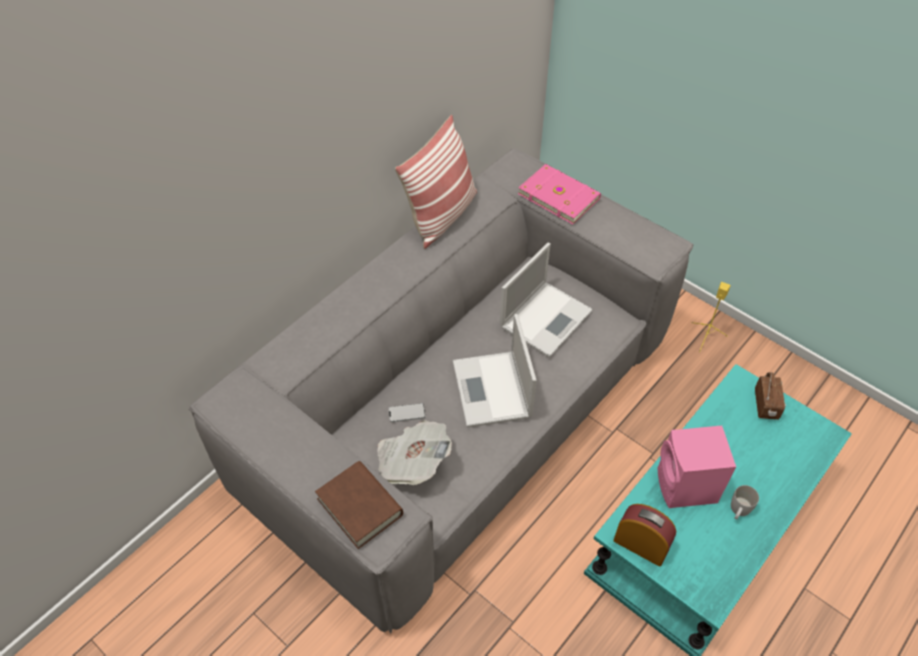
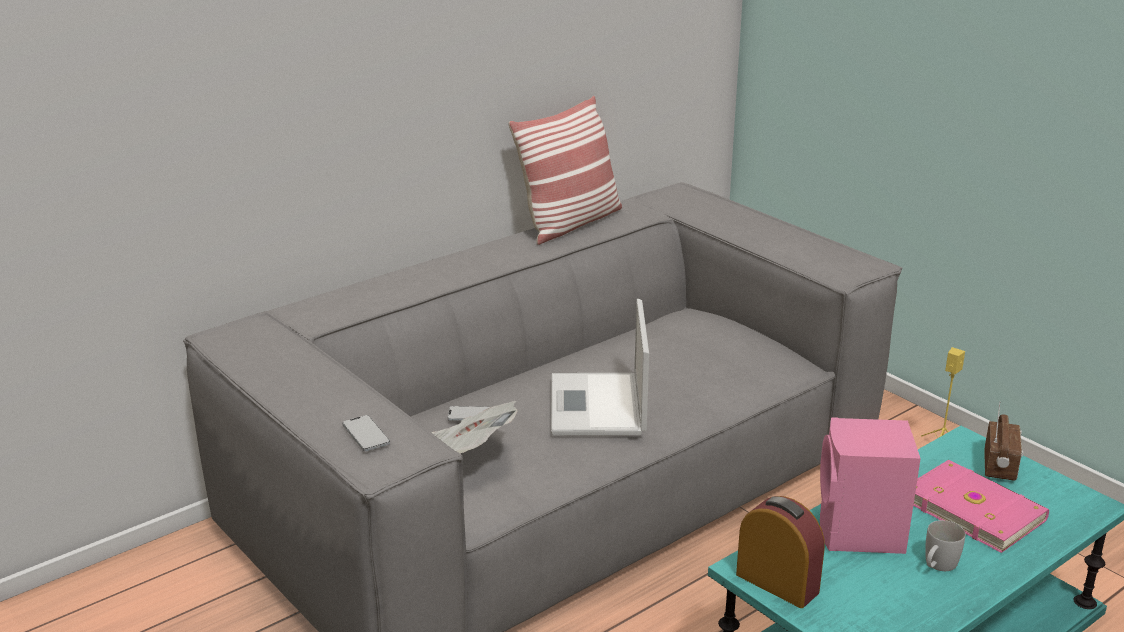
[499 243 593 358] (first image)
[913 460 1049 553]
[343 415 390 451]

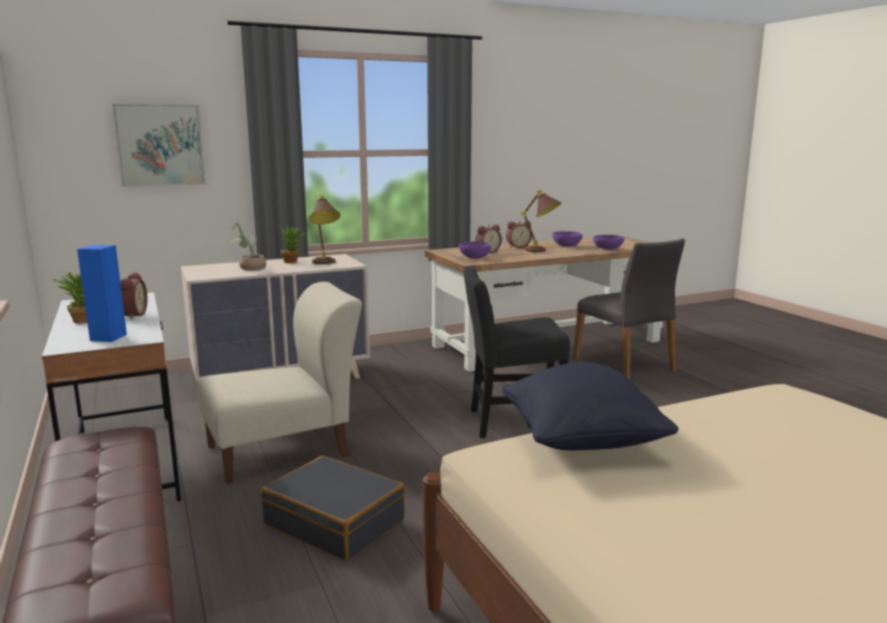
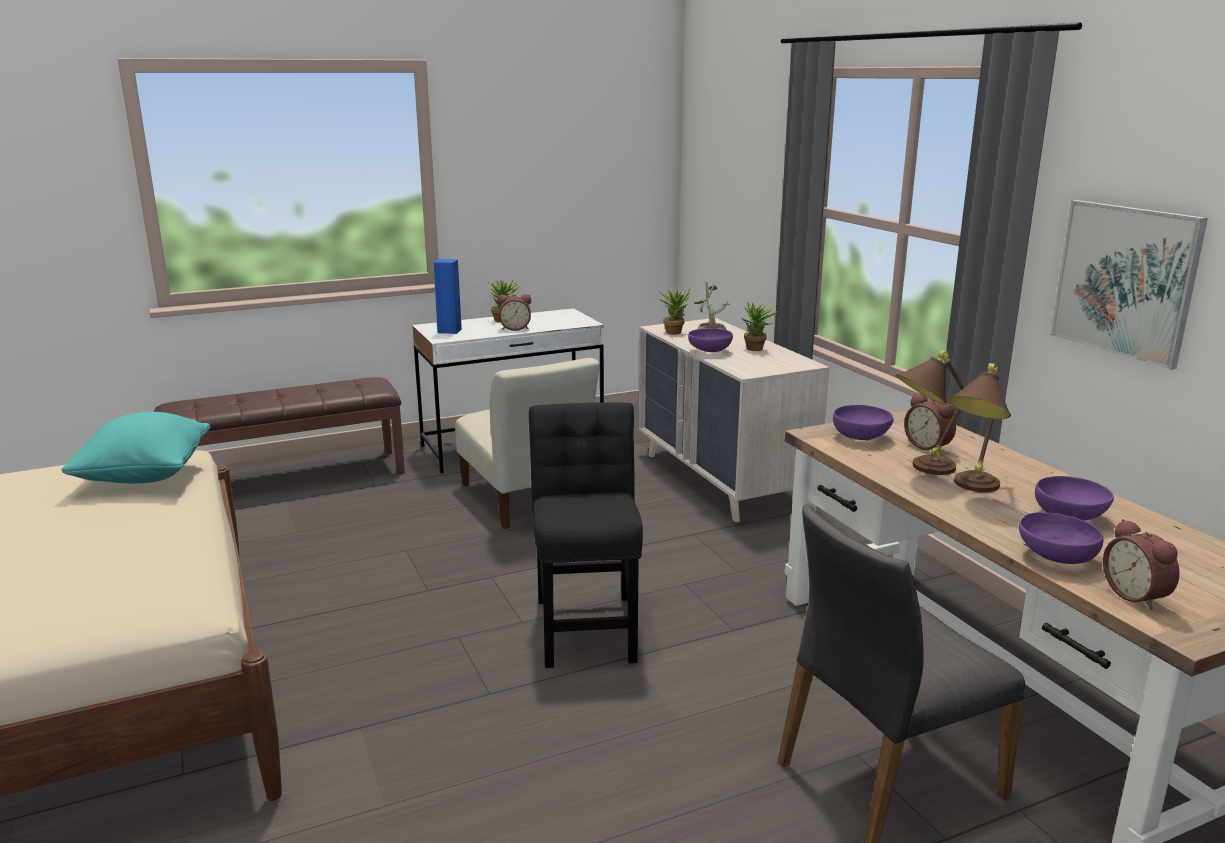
[261 456 406 561] (first image)
[658 289 690 335]
[688 328 733 352]
[1050 200 1208 370]
[896 350 965 475]
[1103 519 1180 610]
[61 412 210 483]

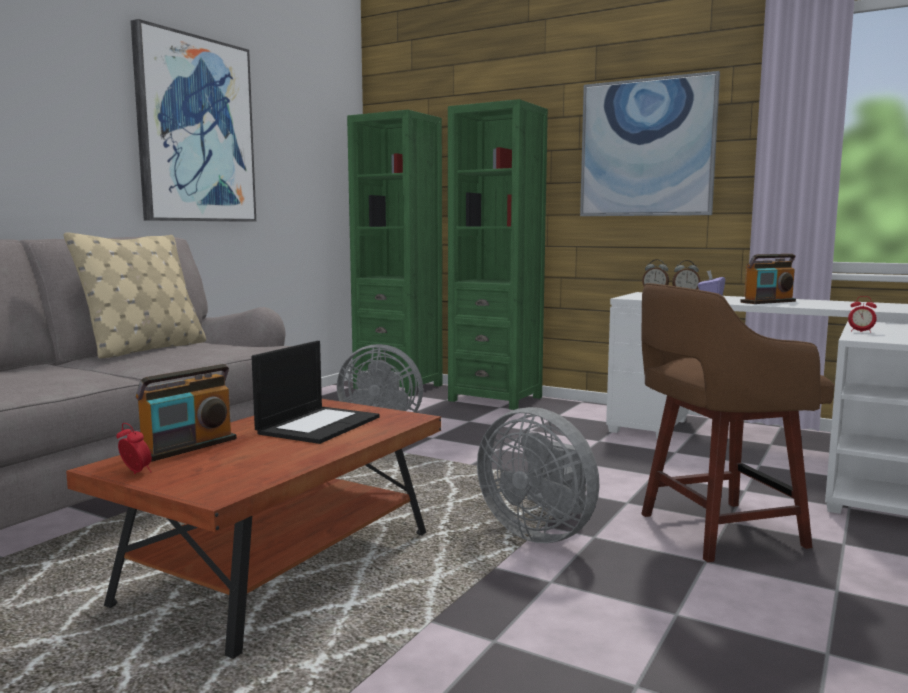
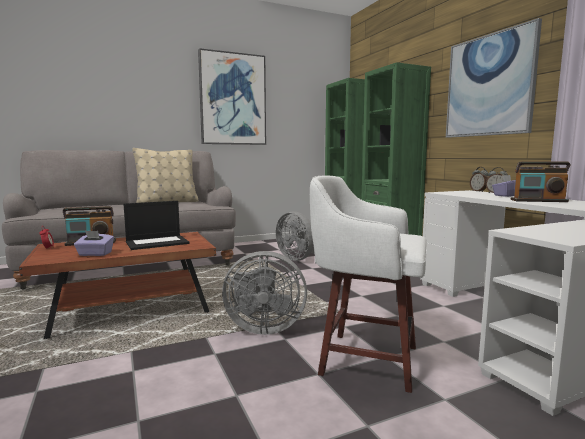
[848 296 877 333] (first image)
[74 231 114 256]
[310 175 427 393]
[222 251 307 335]

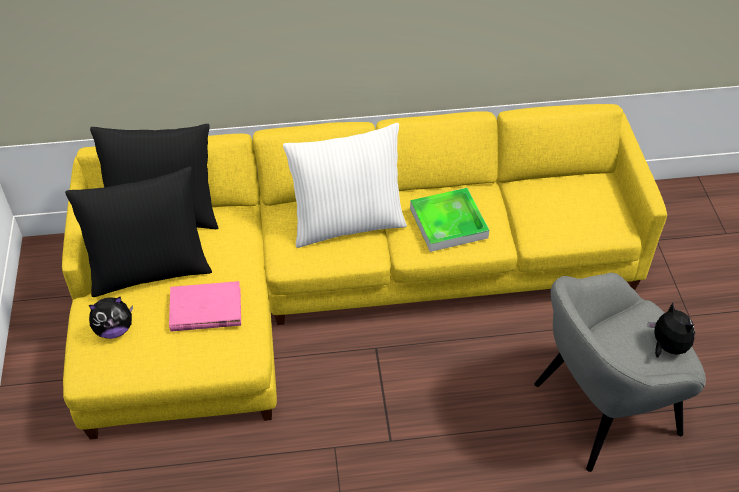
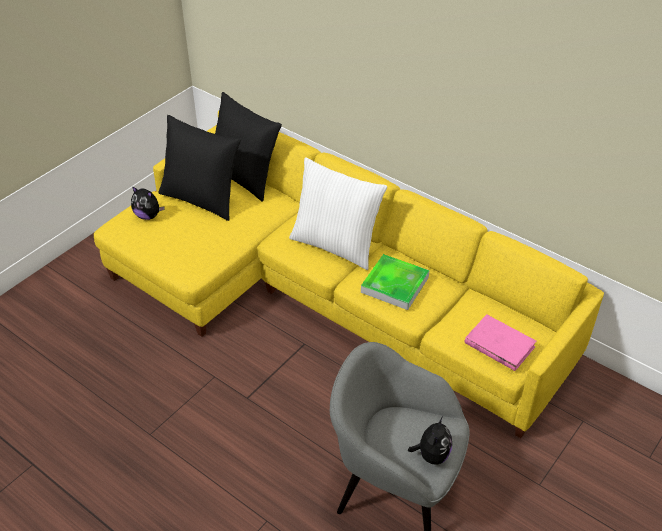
[465 315 537 371]

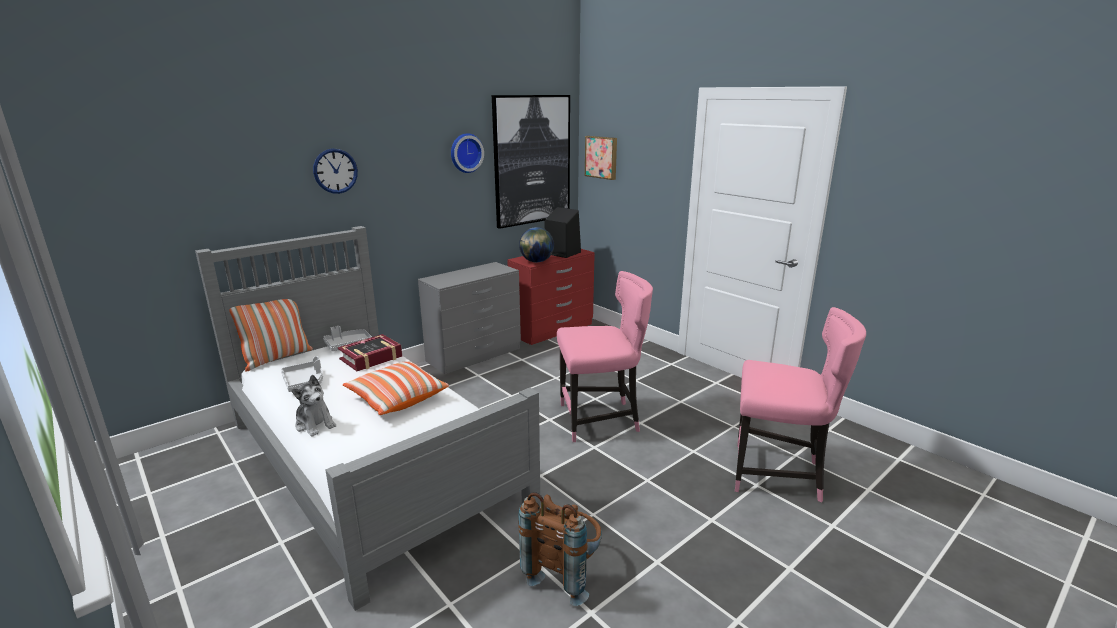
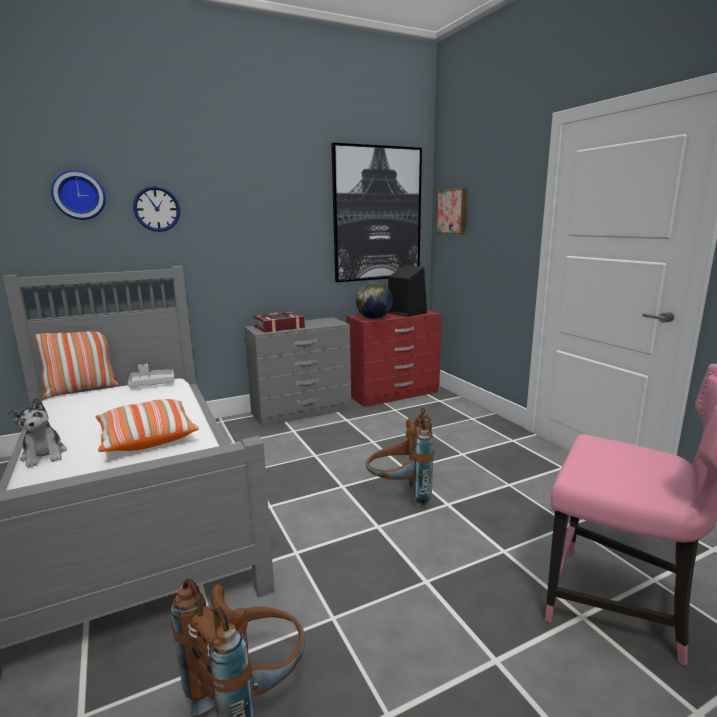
[281 356 323 392] (first image)
[253 312 305 333]
[51 170 106 220]
[366 408 434 508]

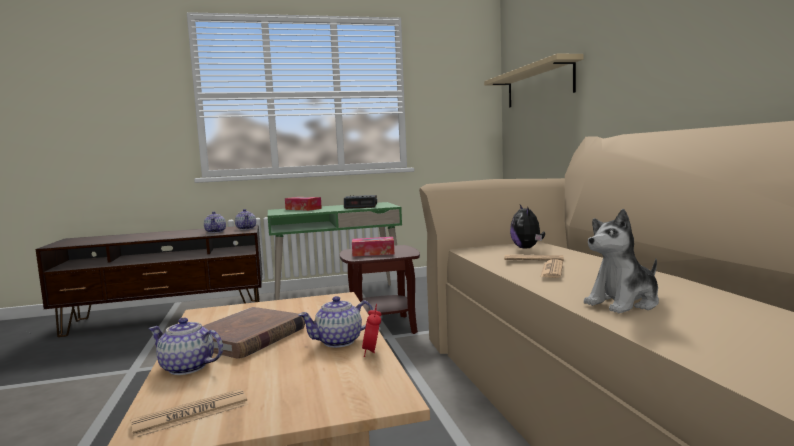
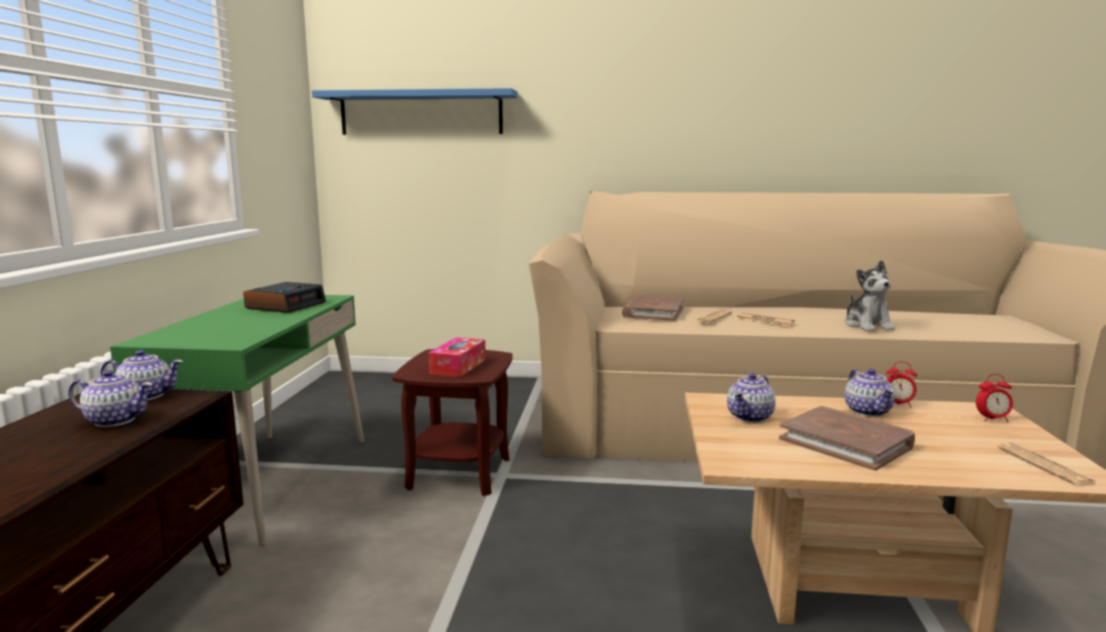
[285 197 322 211] (first image)
[976 374 1013 422]
[727 373 776 423]
[622 296 684 321]
[312 88 518 135]

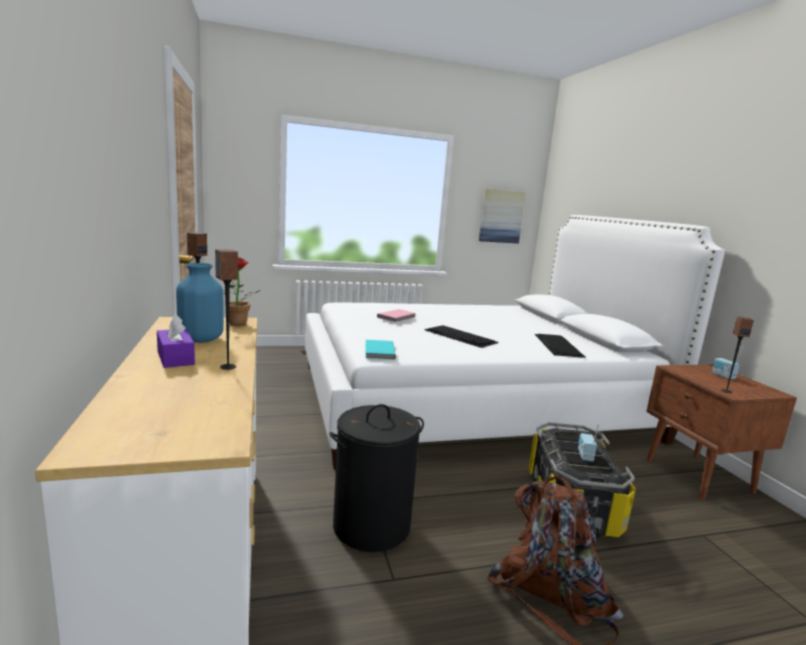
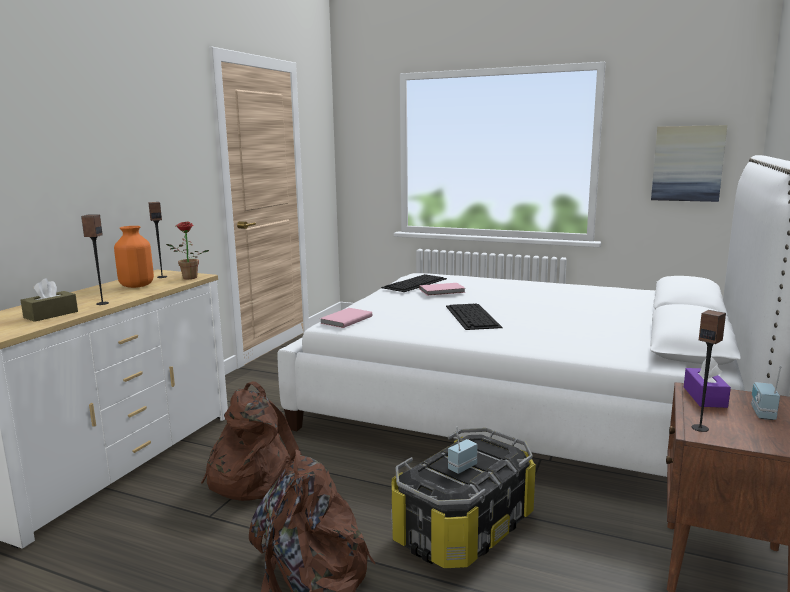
[20 278 78 322]
[684 357 731 408]
[381 274 447 292]
[201 381 302 501]
[114 226 154 288]
[320 308 373 328]

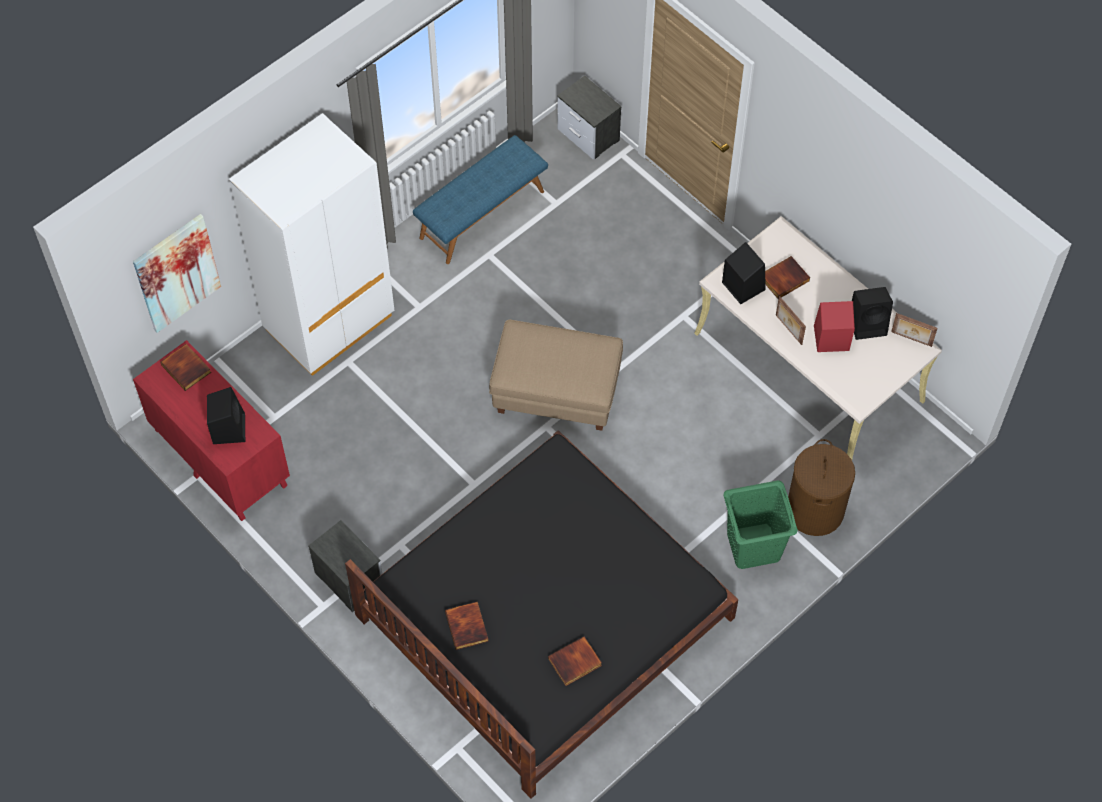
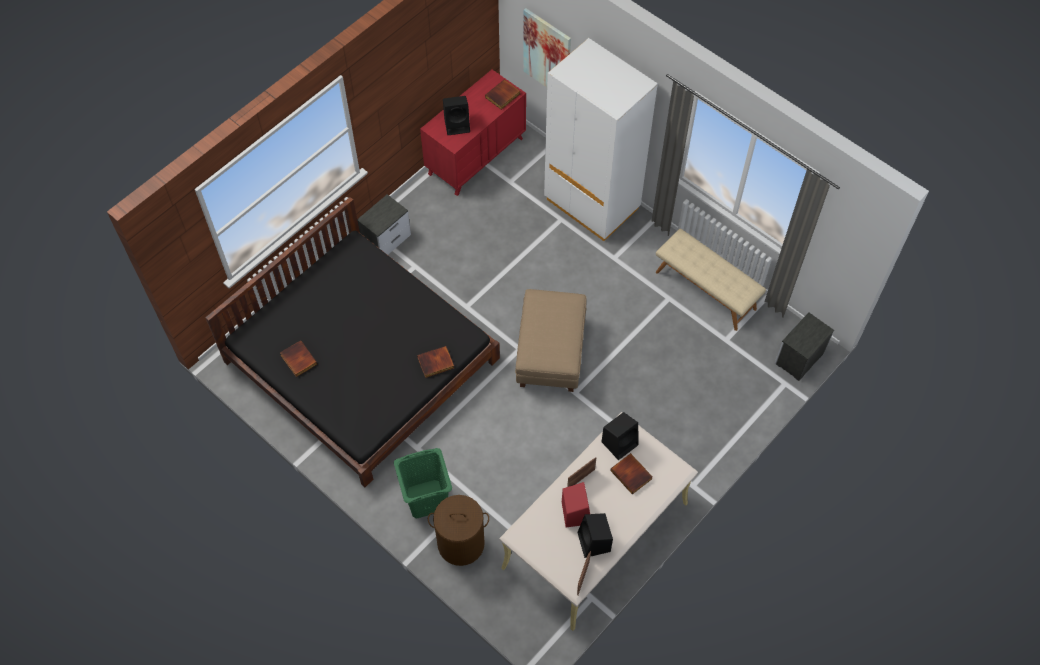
[417 346 454 378]
[656 229 766 331]

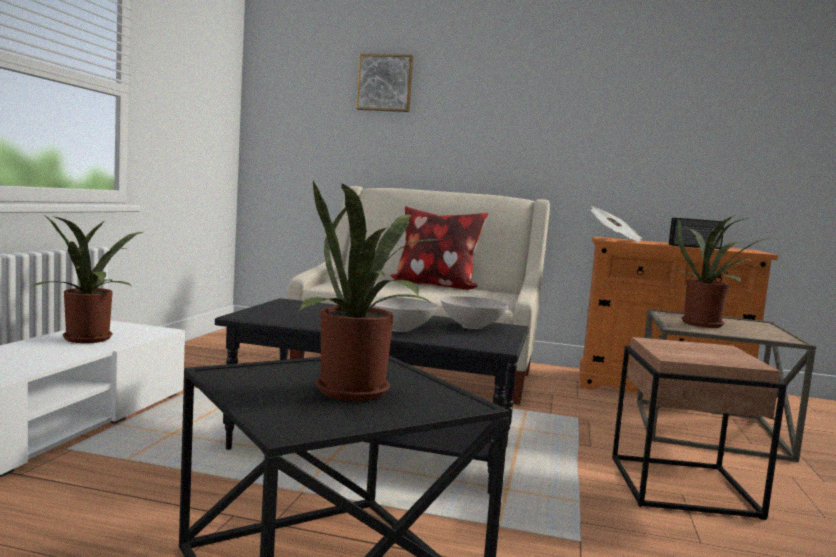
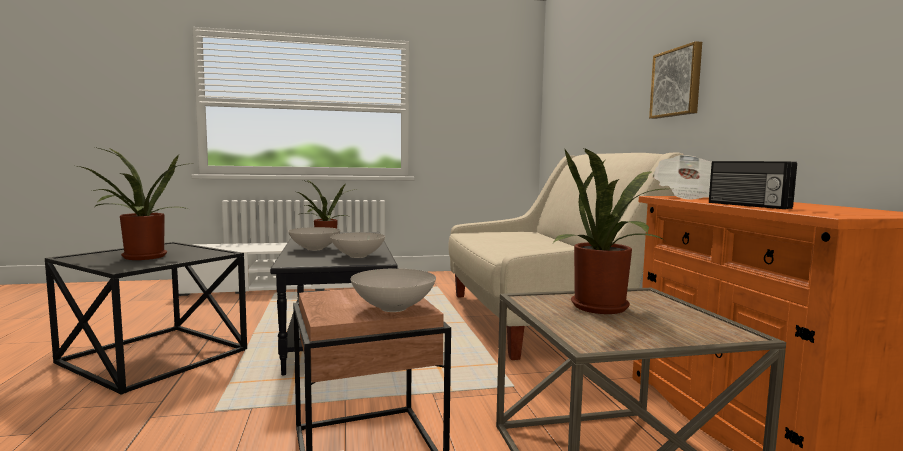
[390 206 488 290] (first image)
[351 268 436 312]
[649 41 702 119]

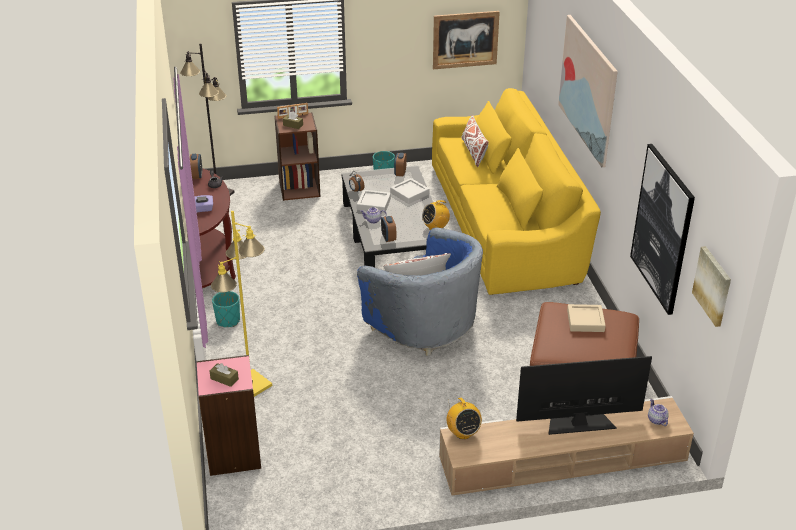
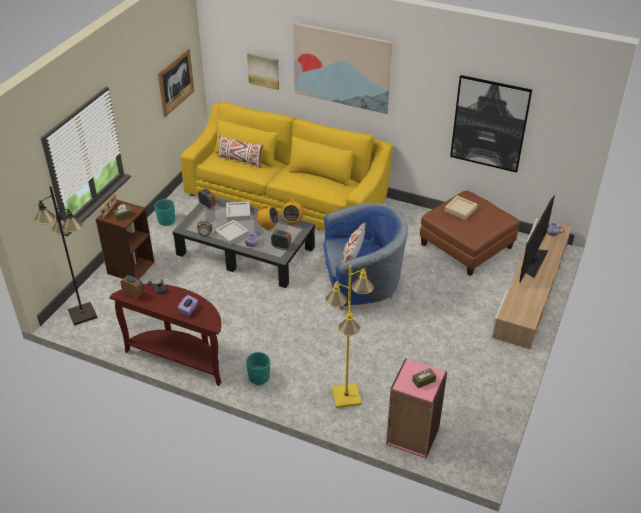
[255 205 279 230]
[247 53 279 90]

